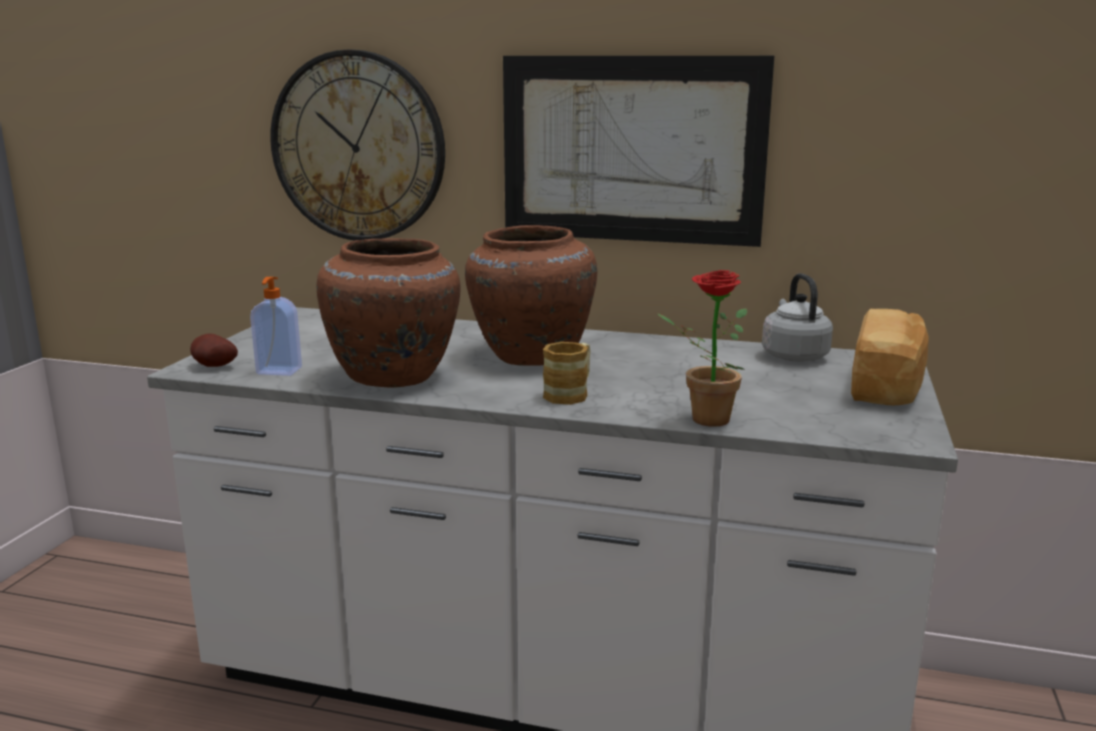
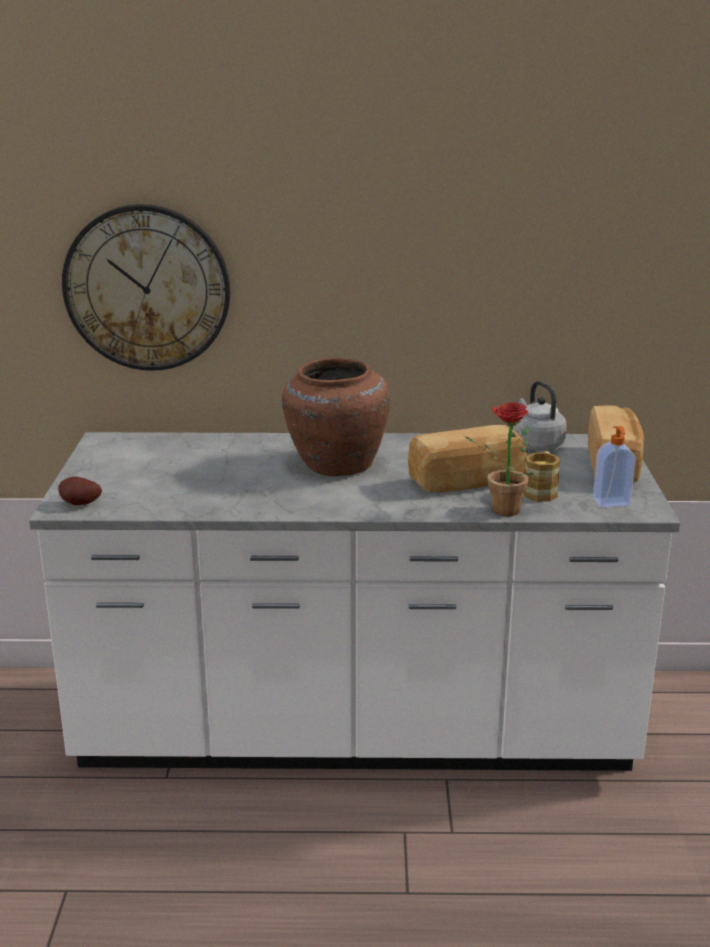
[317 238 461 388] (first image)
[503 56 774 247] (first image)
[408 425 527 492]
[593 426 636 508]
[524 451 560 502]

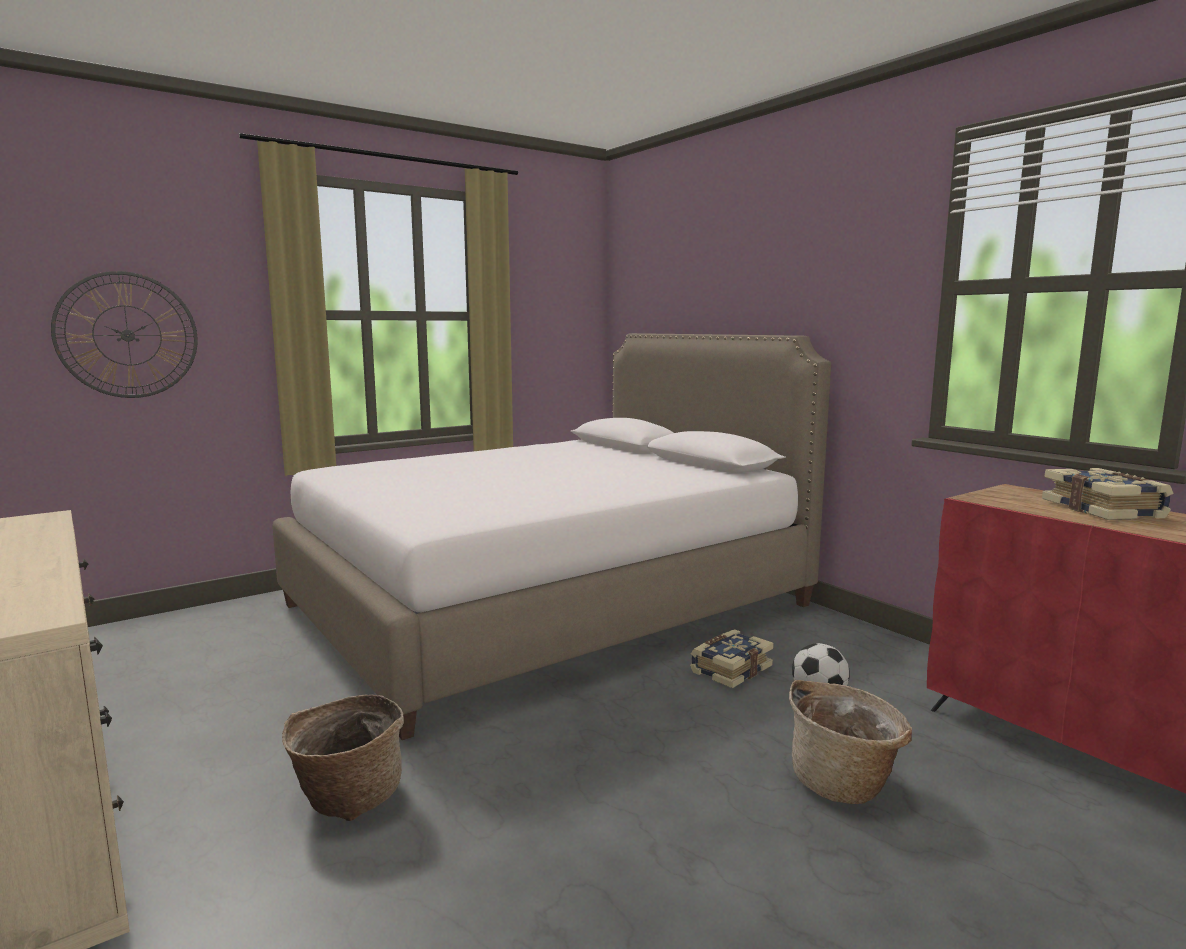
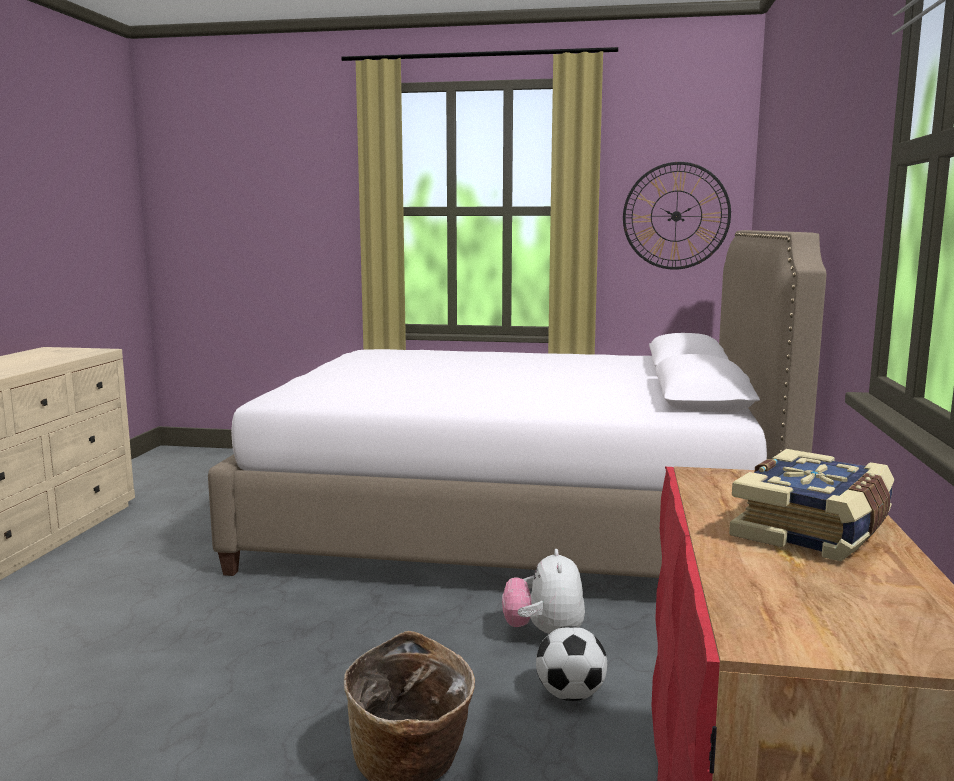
[282 694 404 821] (first image)
[623 162 731 270]
[502 549 585 634]

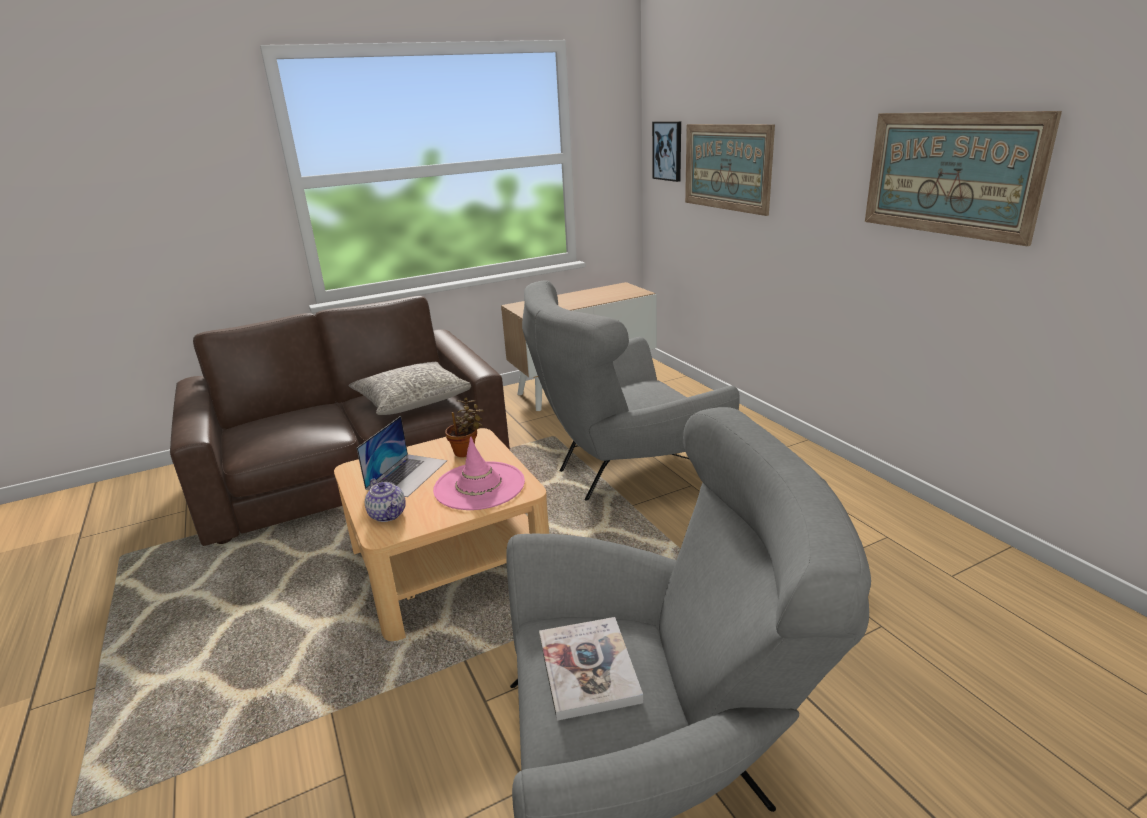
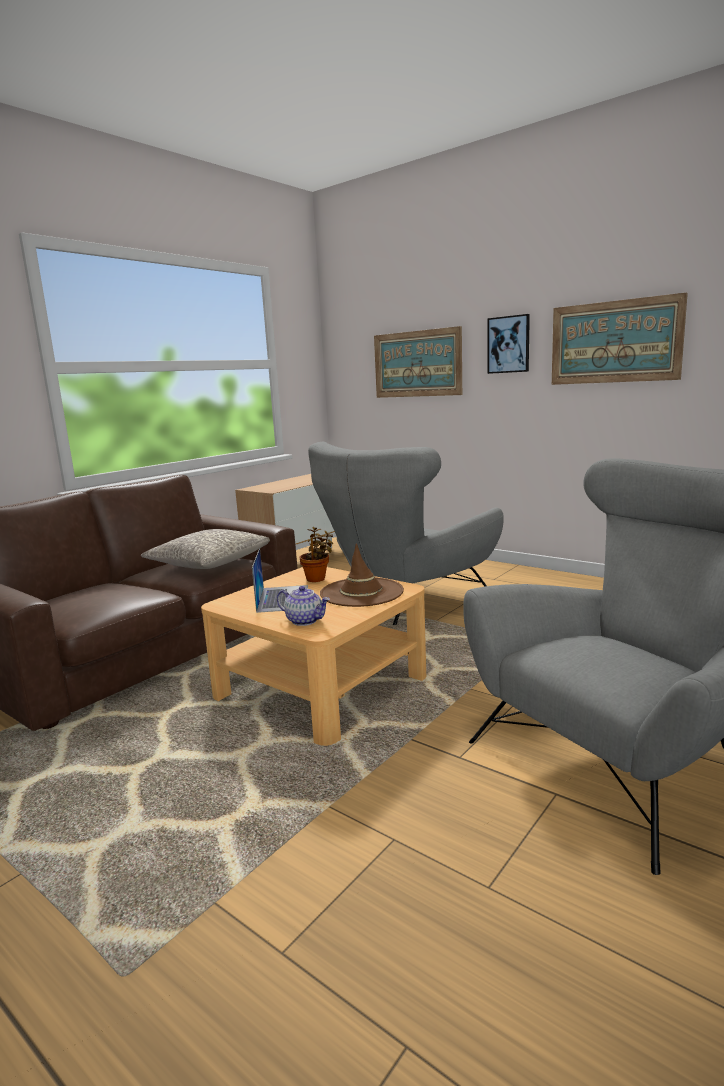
[539 617 643 721] (first image)
[488 314 530 374]
[320 544 404 607]

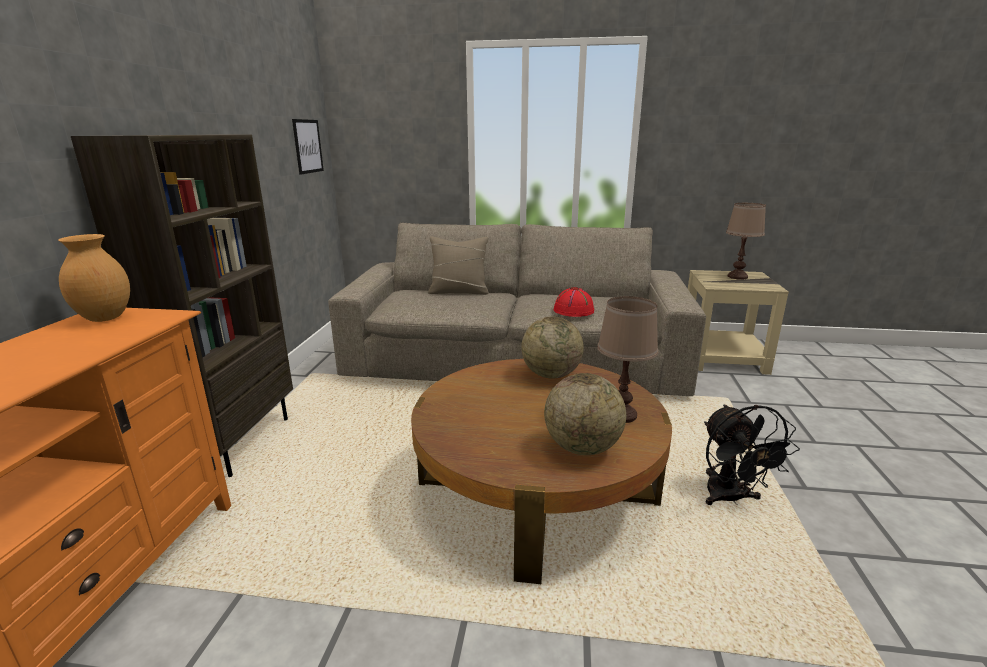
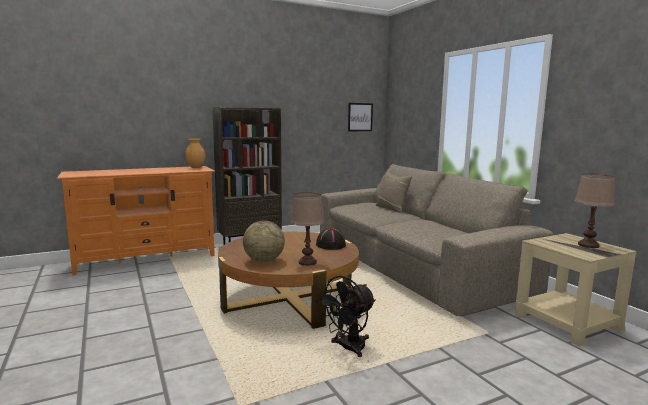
[553 287 594 317] (first image)
[316 228 346 250]

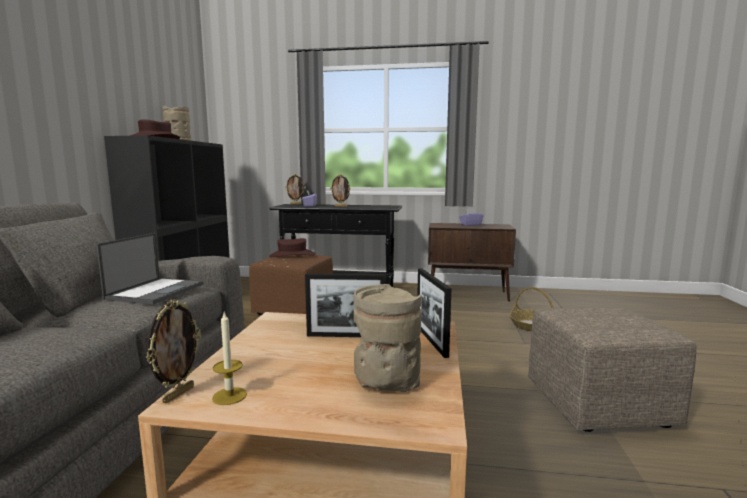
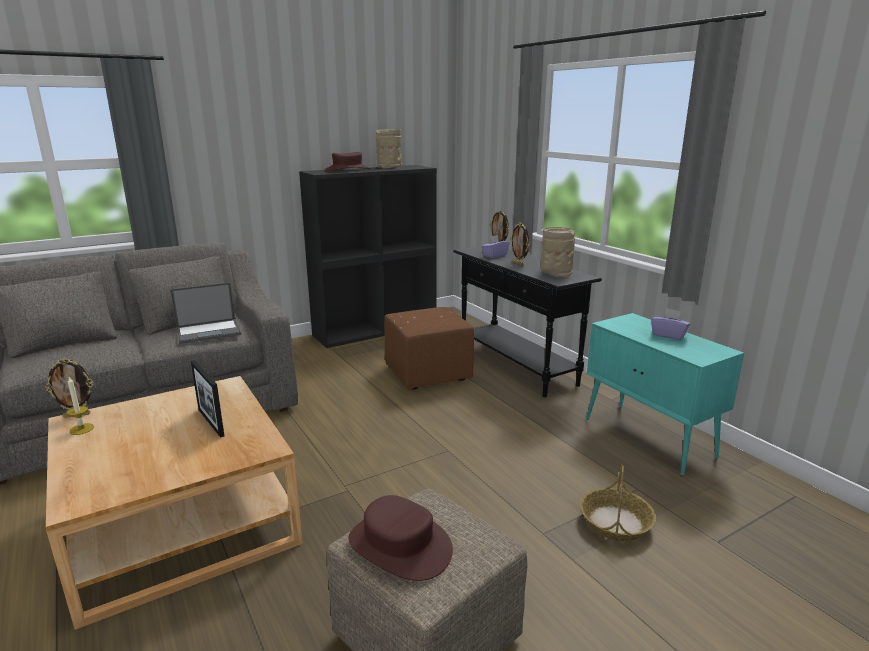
[417 268 452 358] (first image)
[348 495 453 581]
[540 227 575 278]
[586 313 744 476]

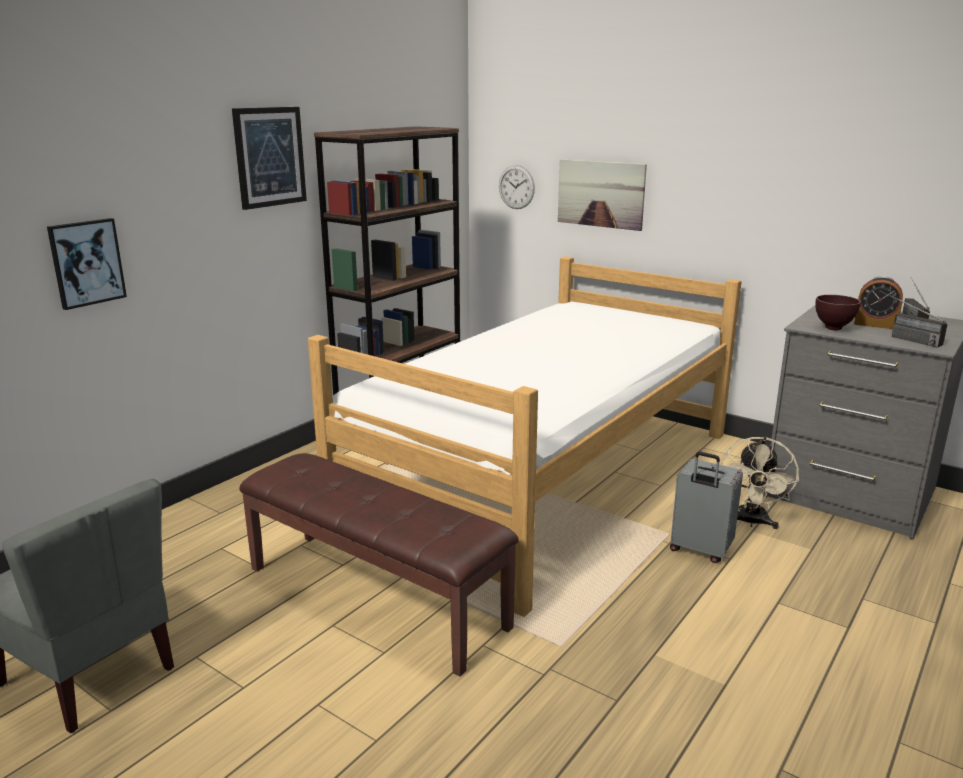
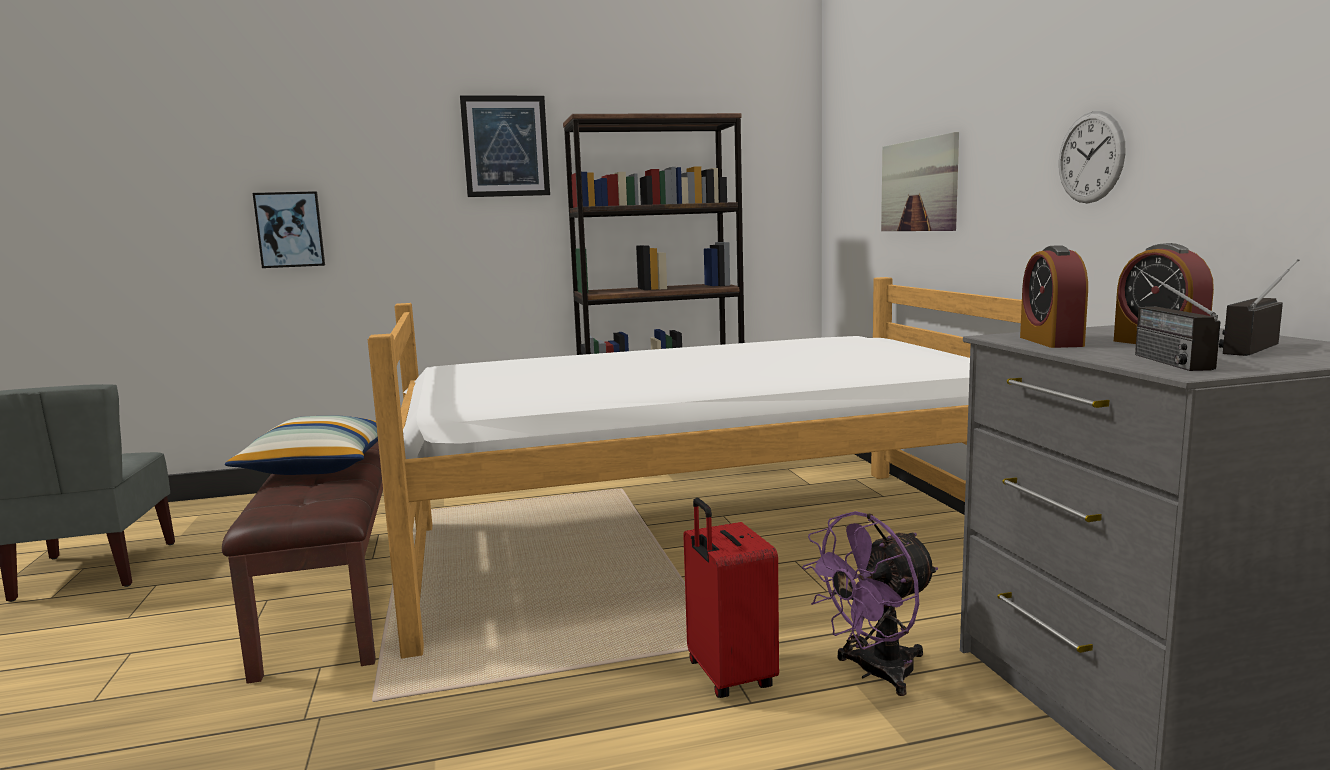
[225 415 378 475]
[1059 111 1126 203]
[1020 245 1088 348]
[683 498 779 698]
[802 511 938 696]

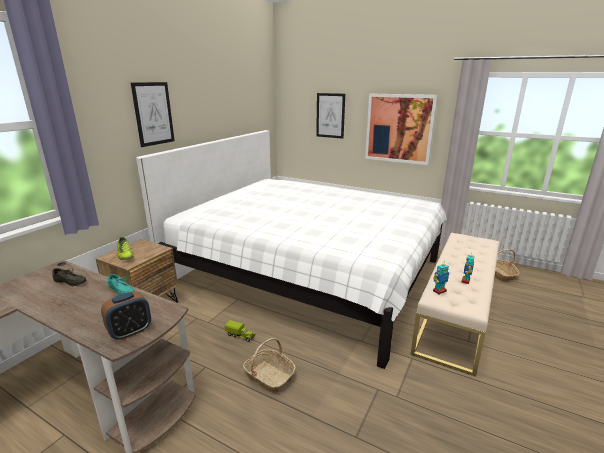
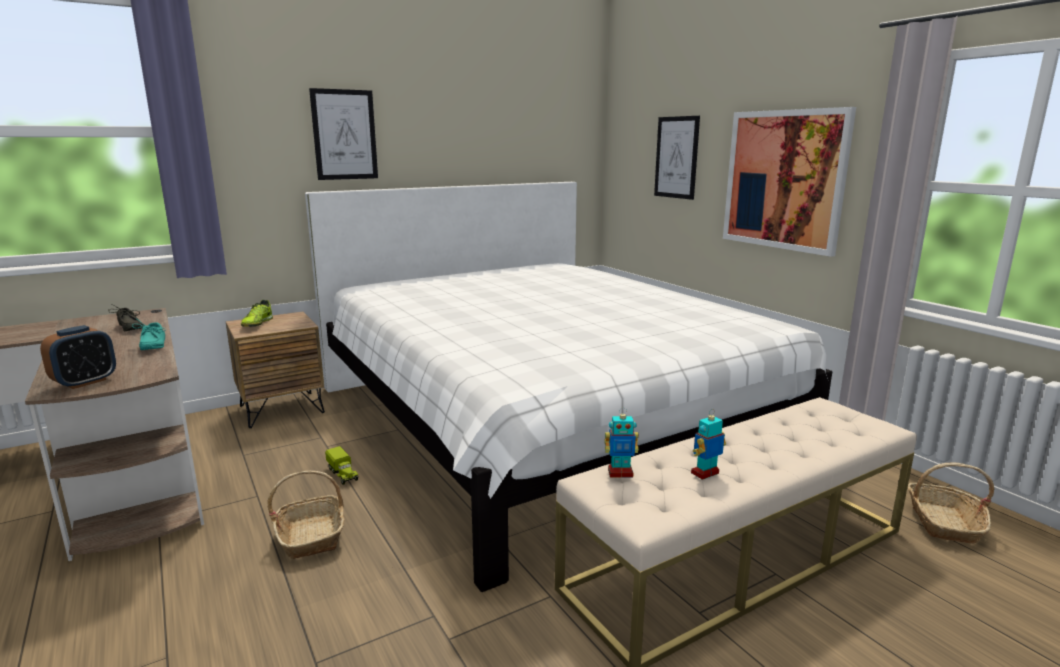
[40 325 116 389]

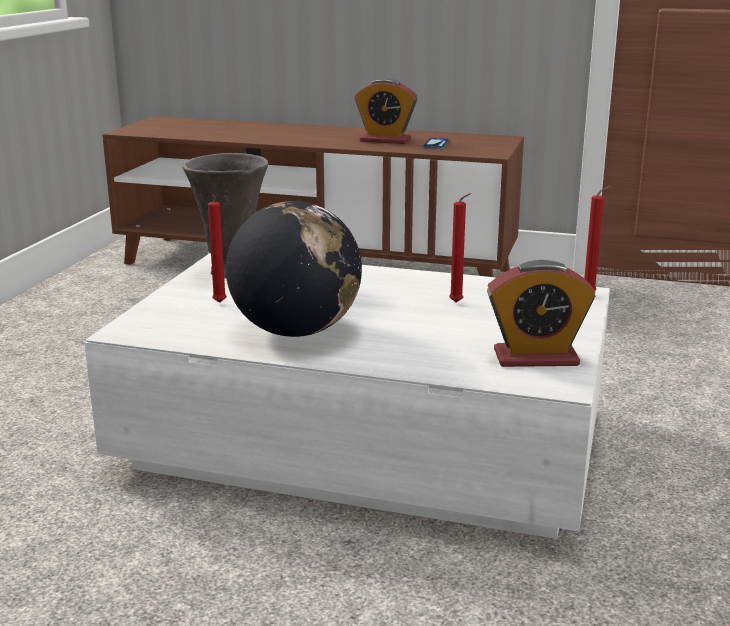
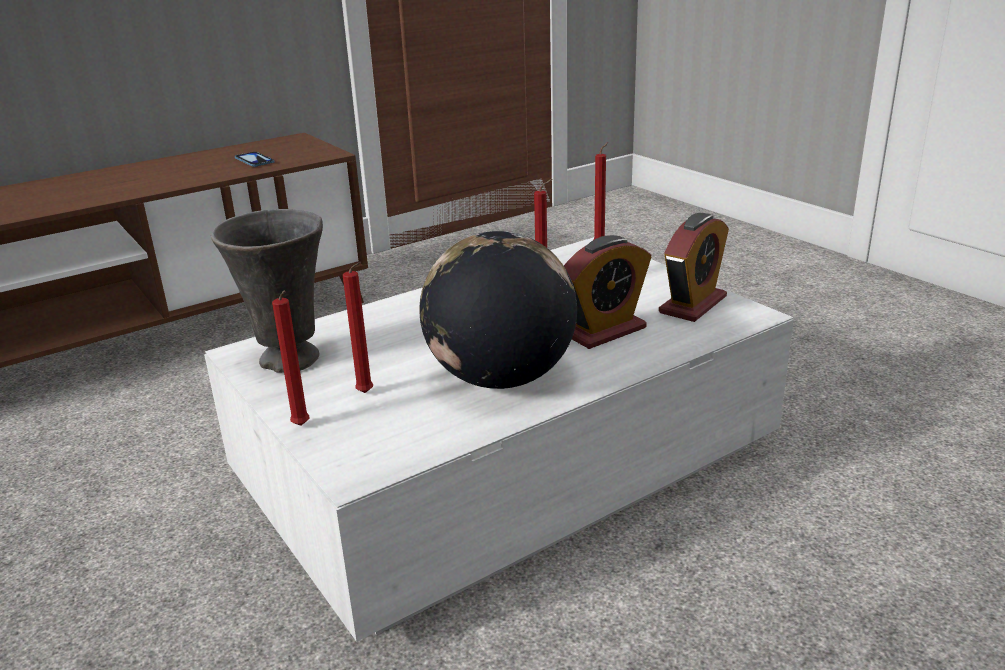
[272 291 309 426]
[564 235 652 349]

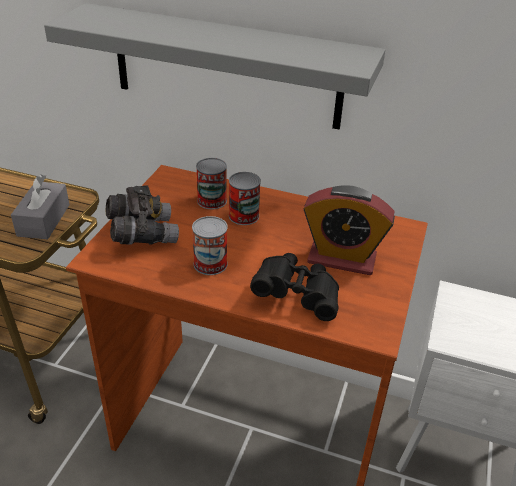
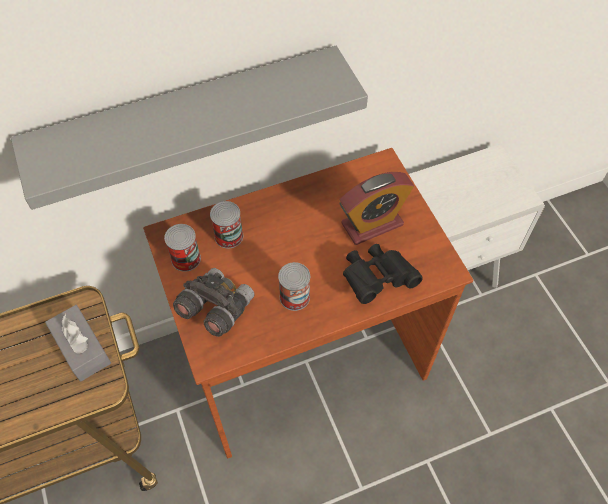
[164 224 201 272]

